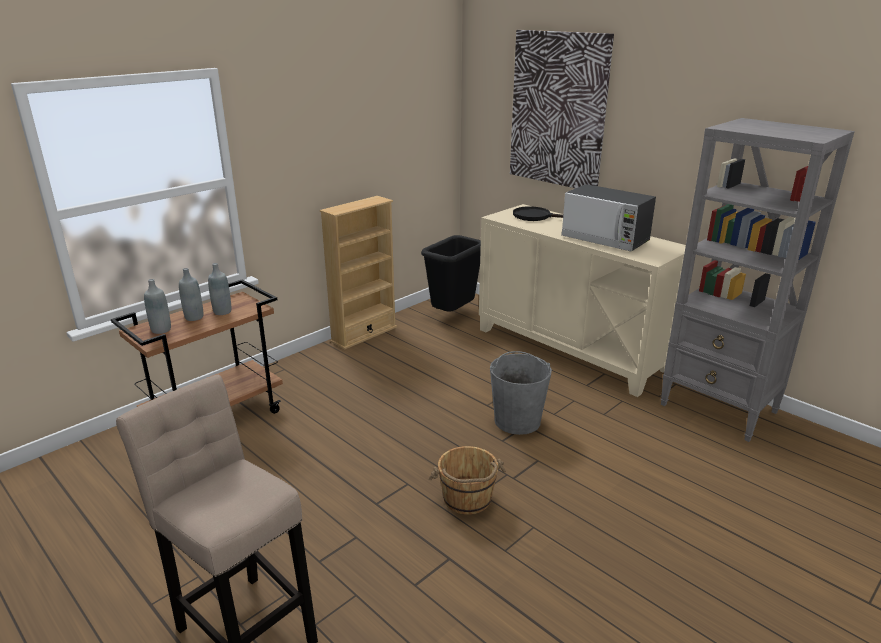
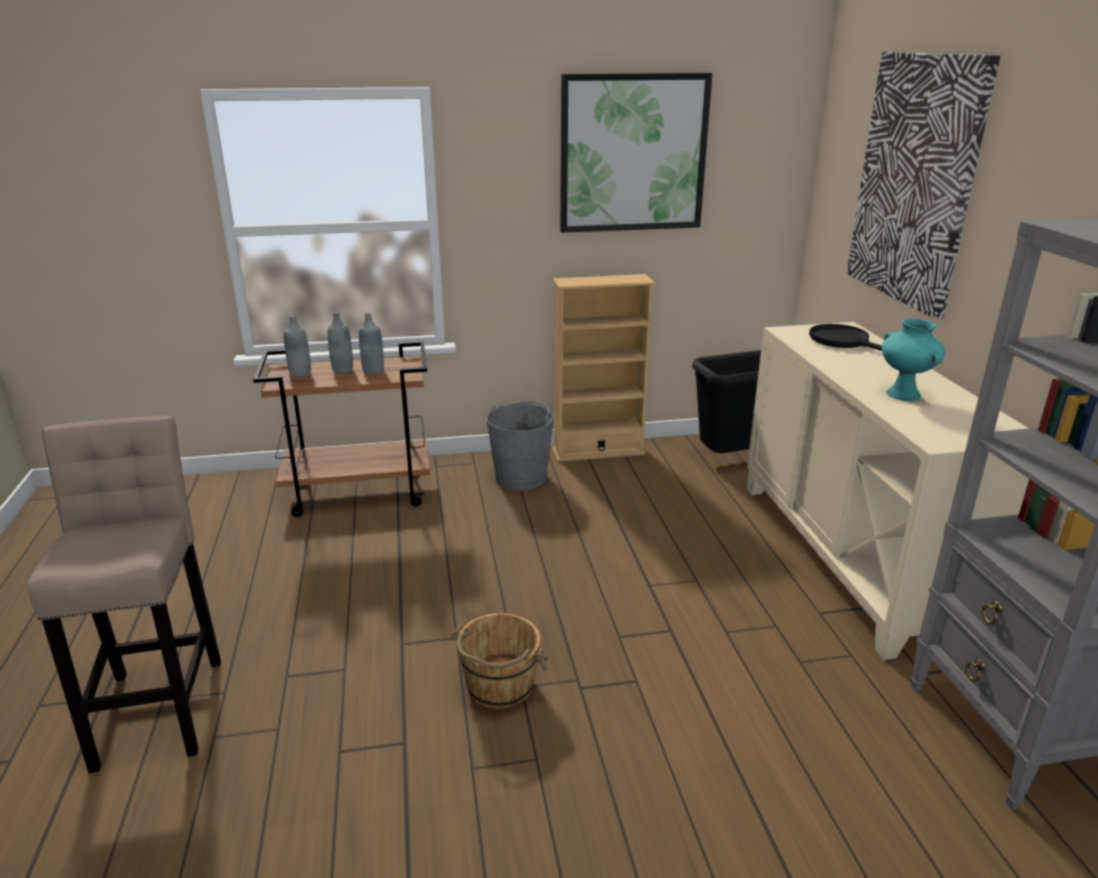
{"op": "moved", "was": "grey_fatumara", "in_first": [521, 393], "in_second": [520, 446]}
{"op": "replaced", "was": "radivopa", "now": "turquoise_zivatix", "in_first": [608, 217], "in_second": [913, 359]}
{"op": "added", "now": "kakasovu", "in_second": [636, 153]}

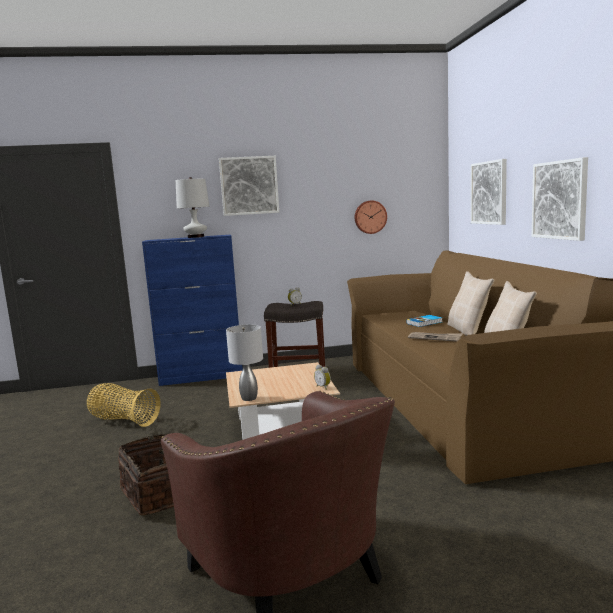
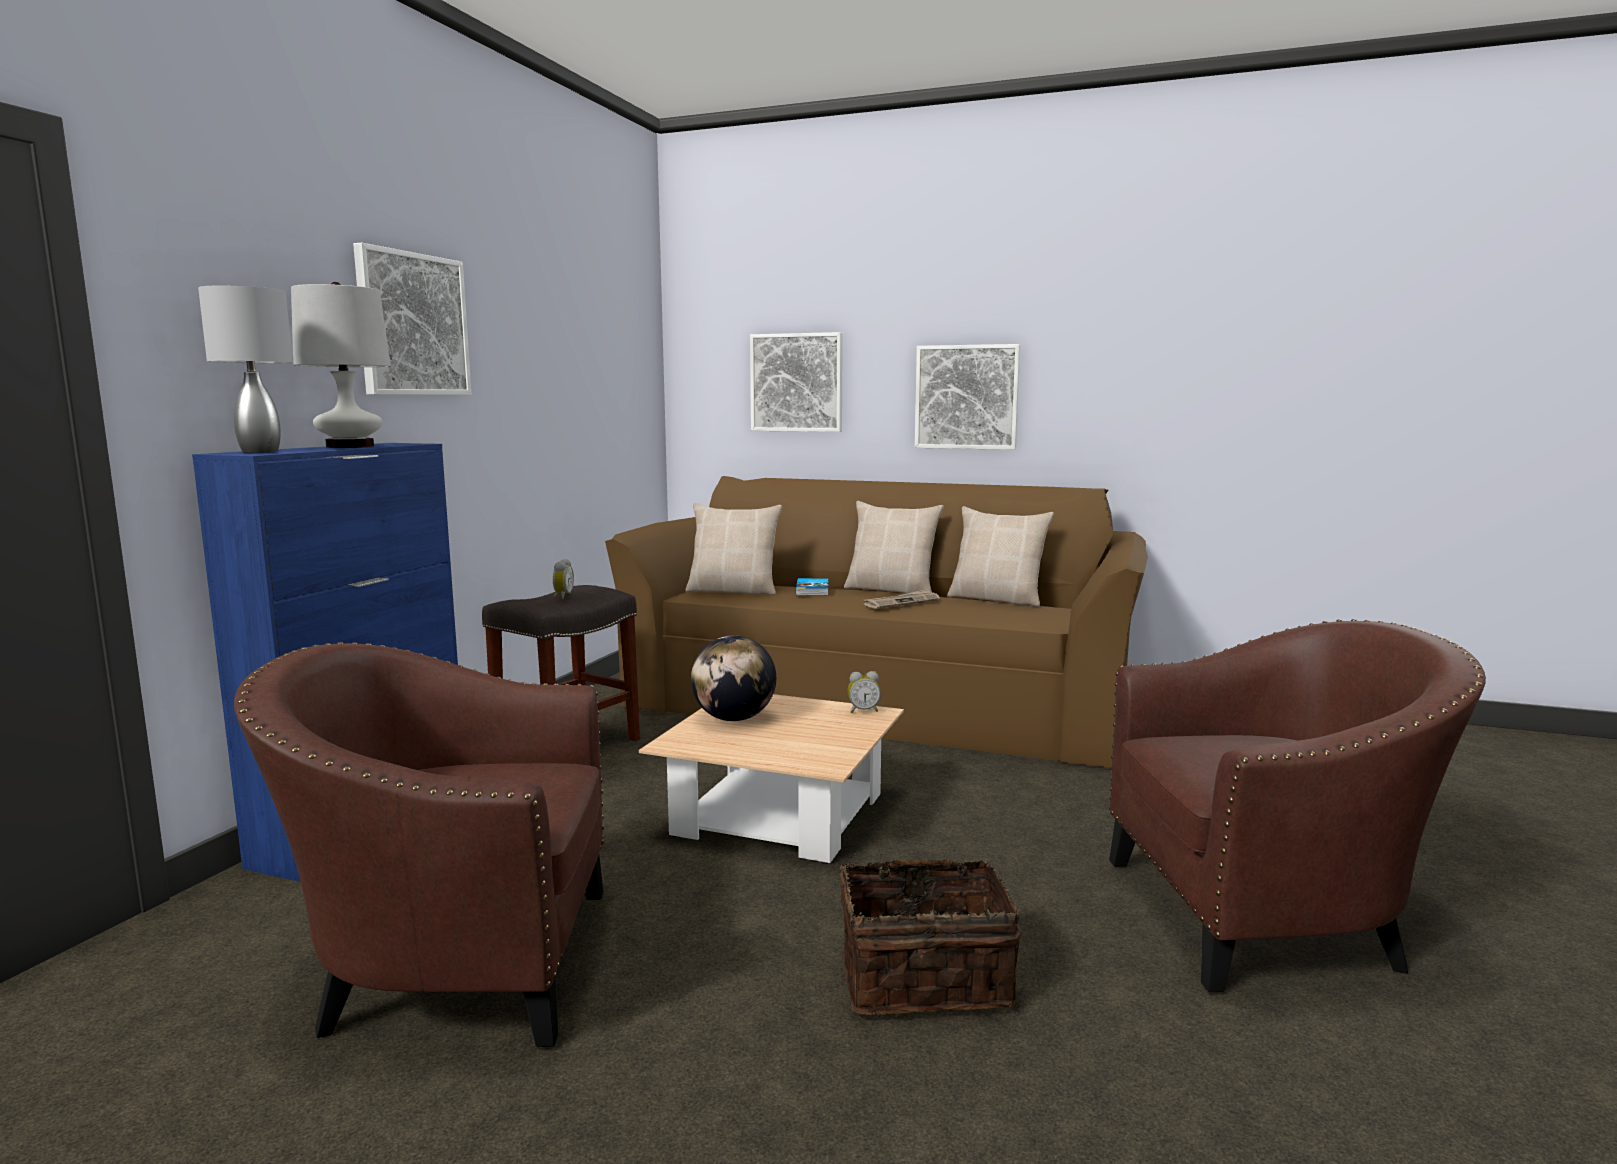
{"op": "replaced", "was": "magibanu", "now": "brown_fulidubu", "in_first": [123, 405], "in_second": [419, 844]}
{"op": "moved", "was": "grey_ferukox", "in_first": [244, 362], "in_second": [245, 369]}
{"op": "removed", "was": "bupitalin", "in_first": [371, 217]}
{"op": "added", "now": "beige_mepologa", "in_second": [733, 549]}
{"op": "added", "now": "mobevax", "in_second": [733, 678]}

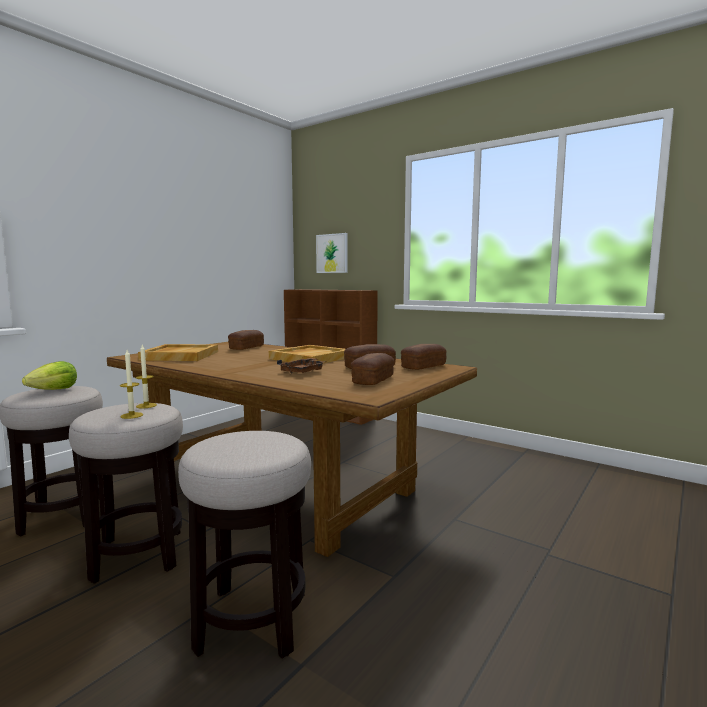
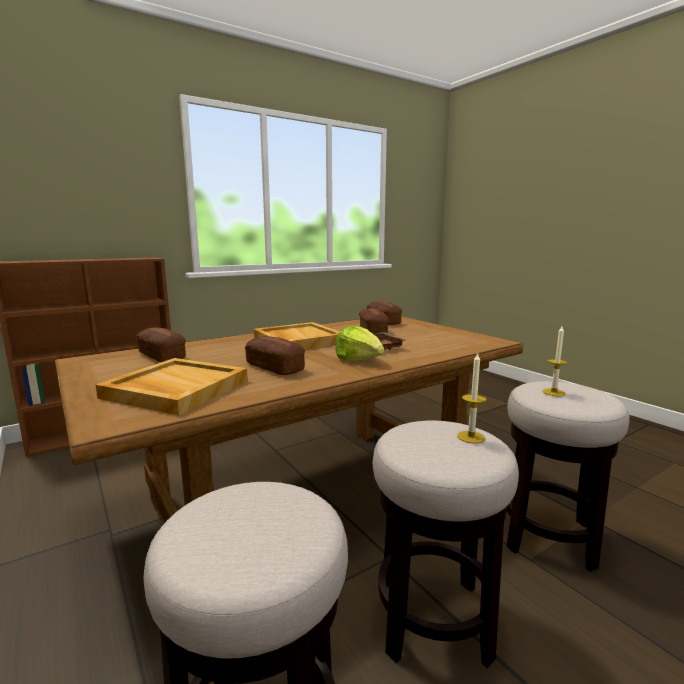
{"op": "moved", "was": "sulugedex", "in_first": [49, 375], "in_second": [359, 344]}
{"op": "moved", "was": "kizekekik", "in_first": [146, 376], "in_second": [555, 361]}
{"op": "removed", "was": "kakasovu", "in_first": [332, 253]}
{"op": "moved", "was": "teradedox", "in_first": [372, 369], "in_second": [275, 355]}

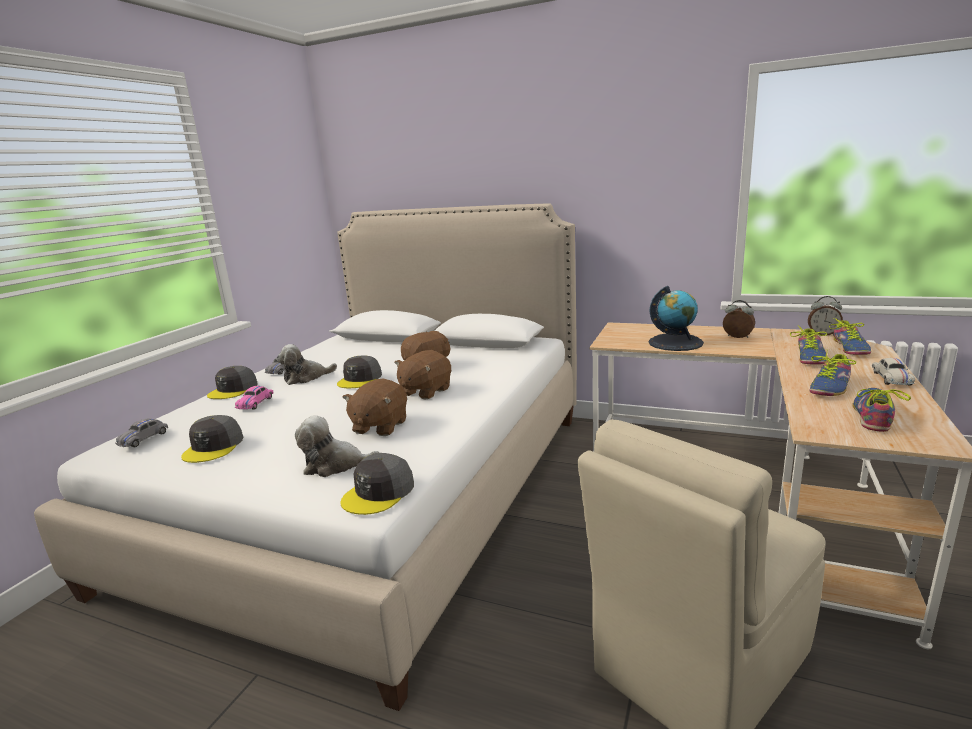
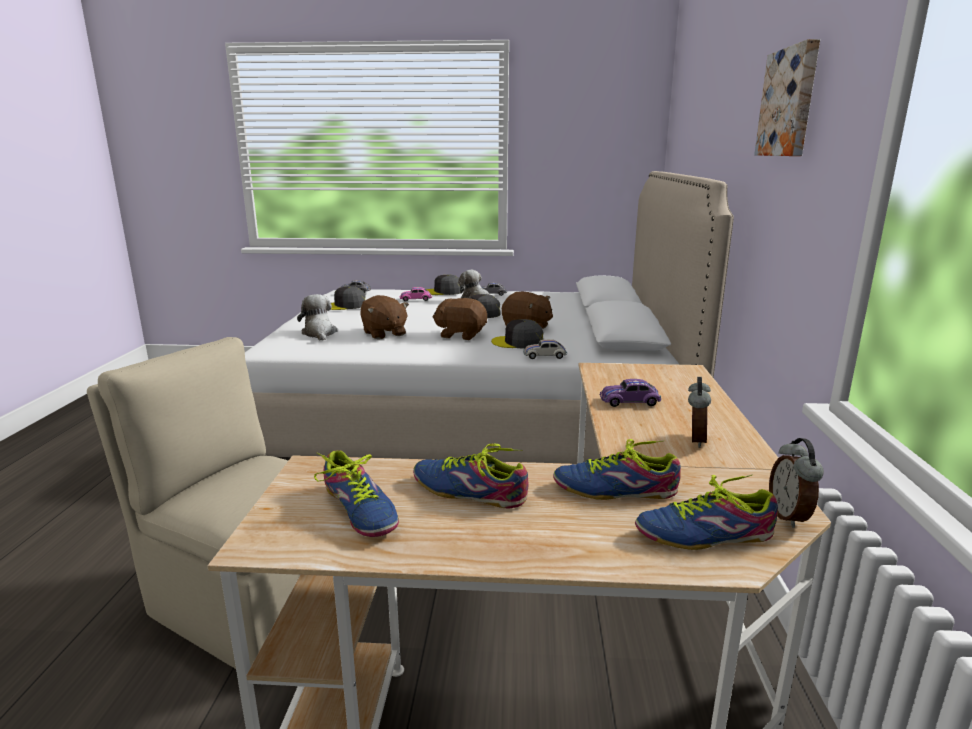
{"op": "moved", "was": "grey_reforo", "in_first": [377, 484], "in_second": [517, 334]}
{"op": "turned", "was": "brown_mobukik", "in_first": [374, 407], "in_second": [384, 317], "clockwise": -120}
{"op": "replaced", "was": "mobevax", "now": "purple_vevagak", "in_first": [676, 318], "in_second": [630, 393]}
{"op": "turned", "was": "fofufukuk", "in_first": [881, 410], "in_second": [356, 493], "clockwise": 45}
{"op": "moved", "was": "white_vevagak", "in_first": [893, 371], "in_second": [545, 349]}
{"op": "added", "now": "kakasovu", "in_second": [787, 97]}

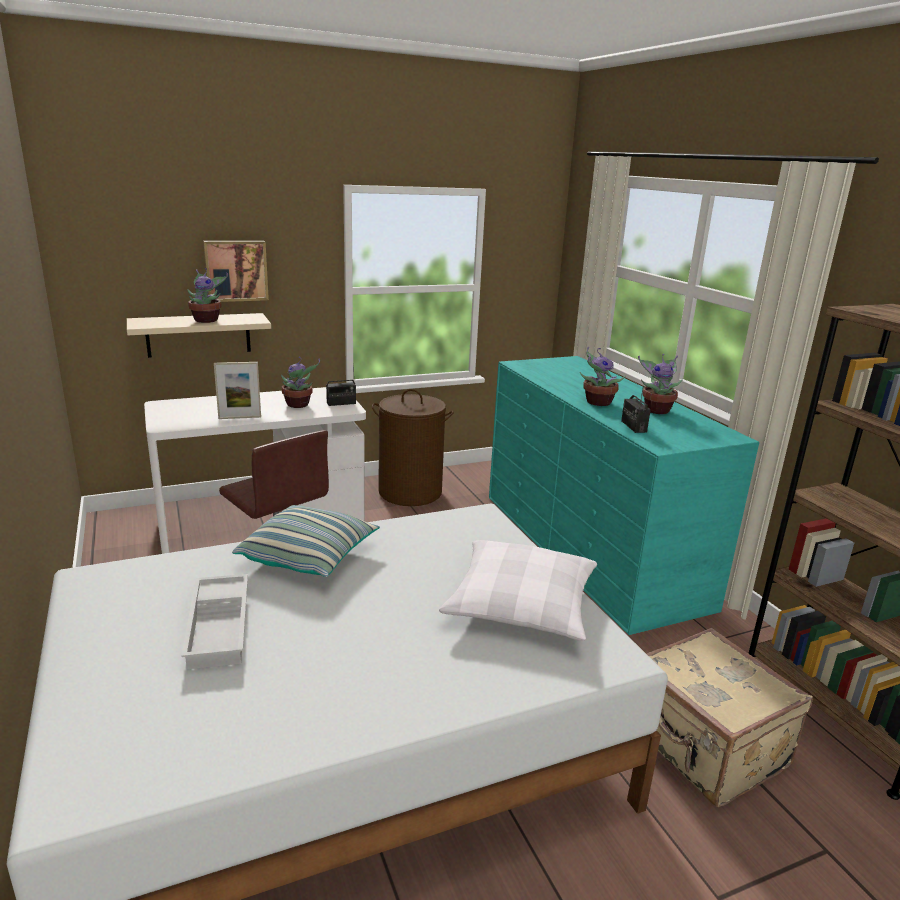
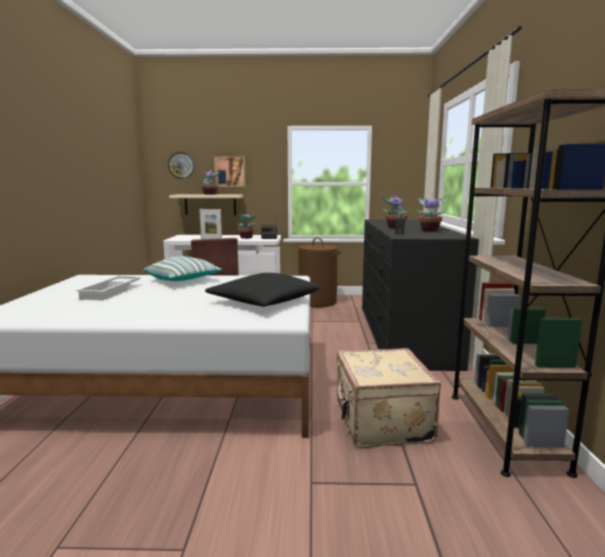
{"op": "recoloured", "was": "white_mepologa", "now": "black_mepologa", "in_first": [518, 590], "in_second": [262, 290]}
{"op": "recoloured", "was": "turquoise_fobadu", "now": "black_fobadu", "in_first": [624, 495], "in_second": [420, 295]}
{"op": "added", "now": "bupitalin", "in_second": [181, 165]}

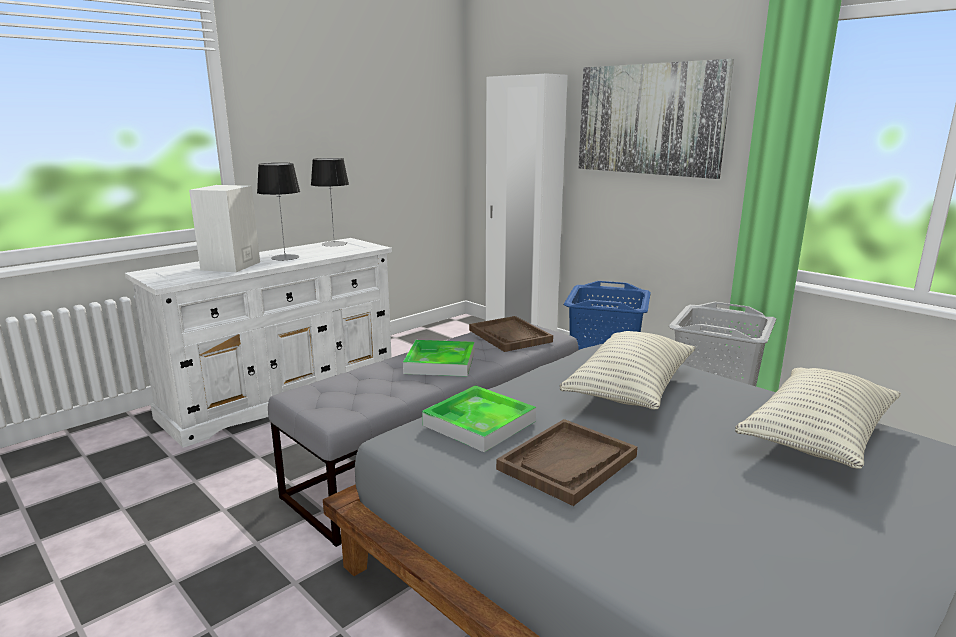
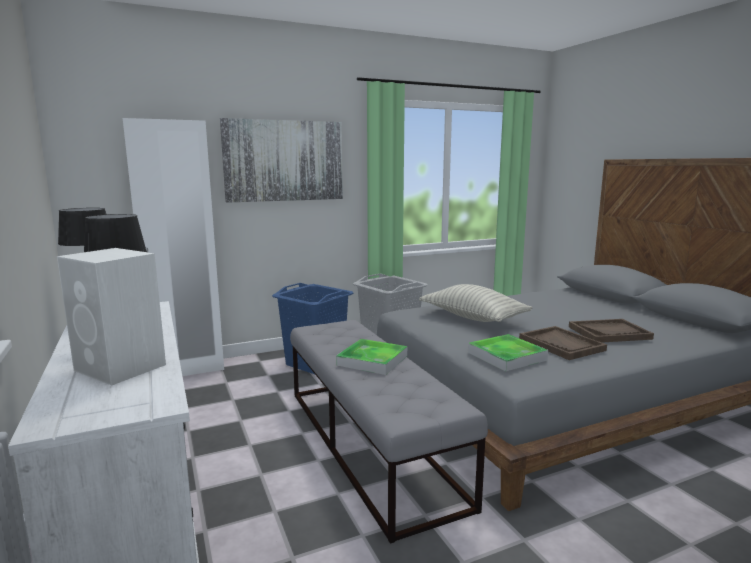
{"op": "moved", "was": "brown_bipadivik", "in_first": [511, 334], "in_second": [611, 331]}
{"op": "removed", "was": "mepologa", "in_first": [818, 418]}

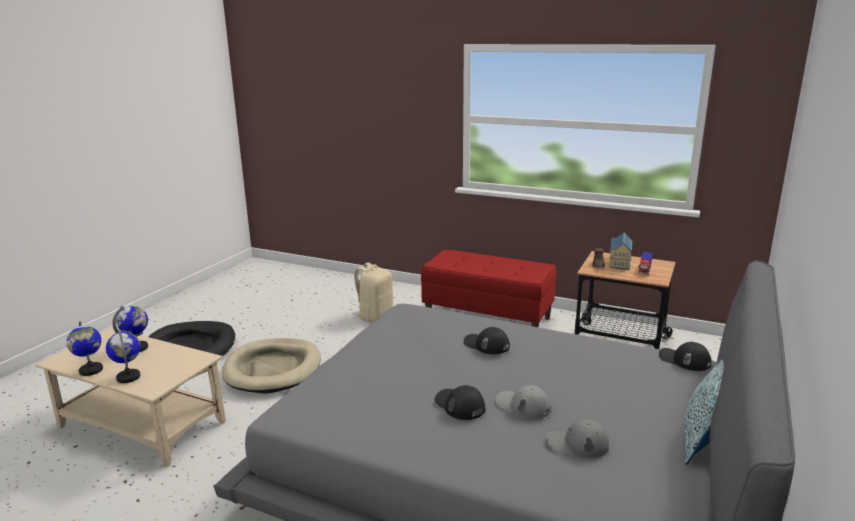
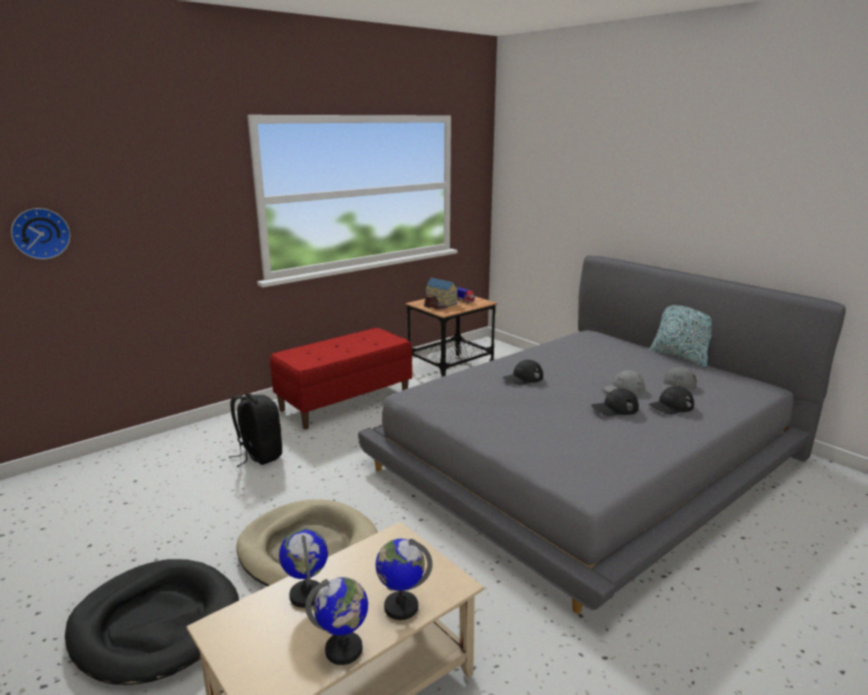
{"op": "recoloured", "was": "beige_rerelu", "now": "black_rerelu", "in_first": [372, 292], "in_second": [255, 430]}
{"op": "moved", "was": "black_reforo", "in_first": [685, 356], "in_second": [671, 400]}
{"op": "added", "now": "bupitalin", "in_second": [40, 233]}

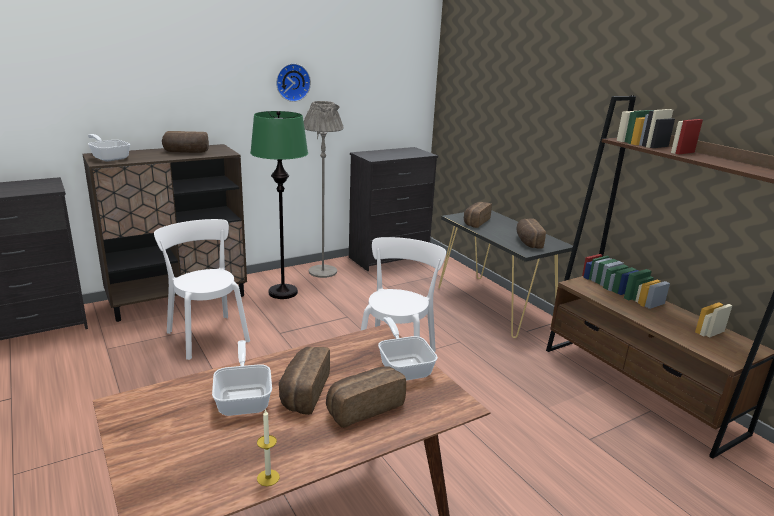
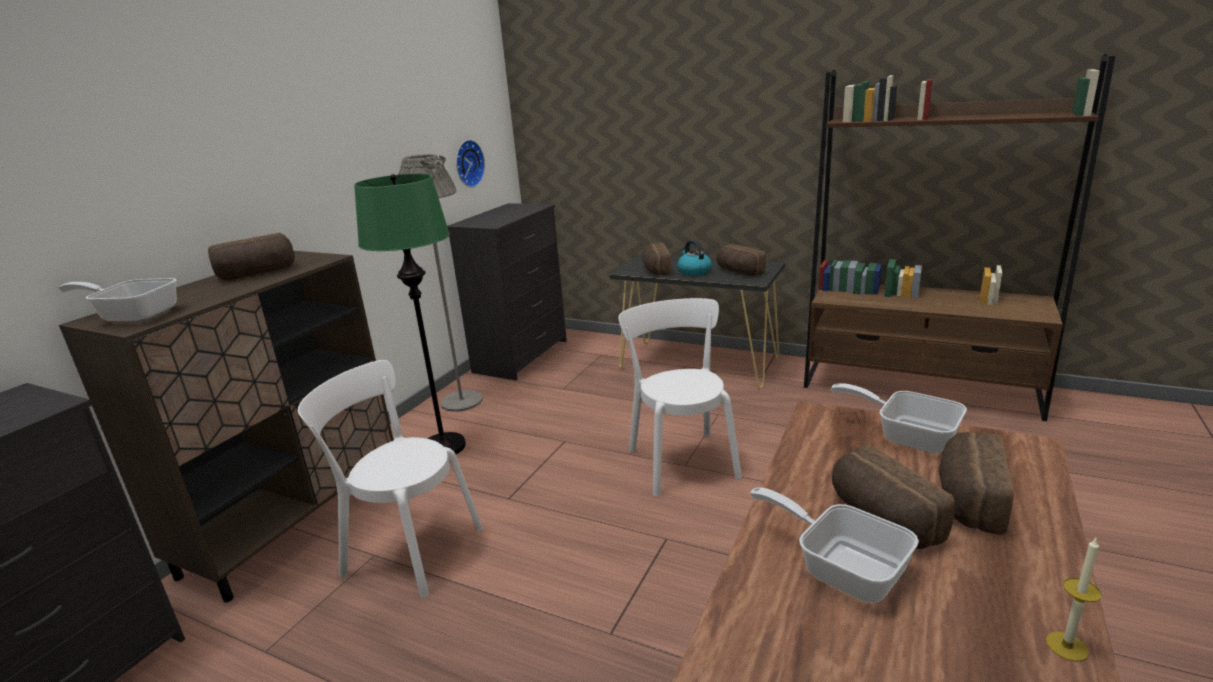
{"op": "moved", "was": "bupitalin", "in_first": [293, 82], "in_second": [470, 164]}
{"op": "added", "now": "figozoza", "in_second": [694, 258]}

